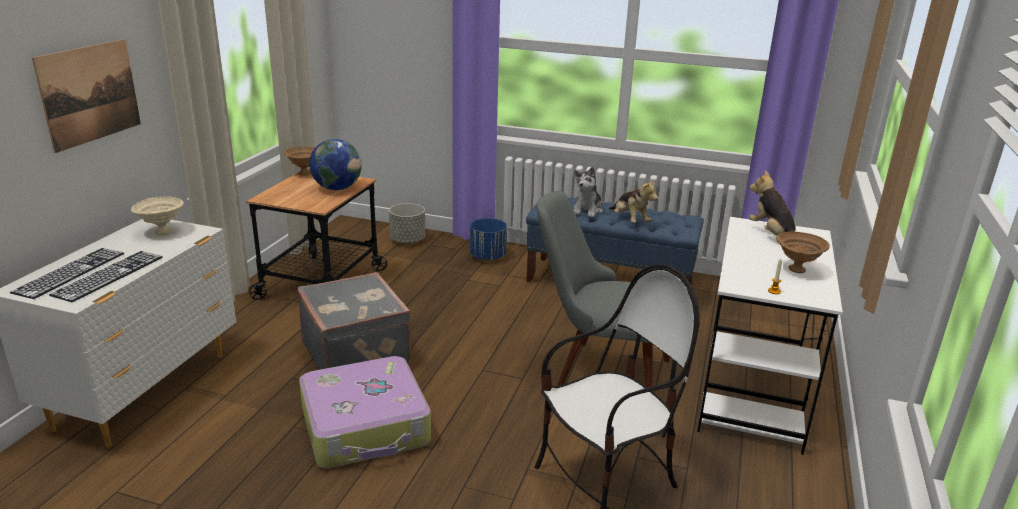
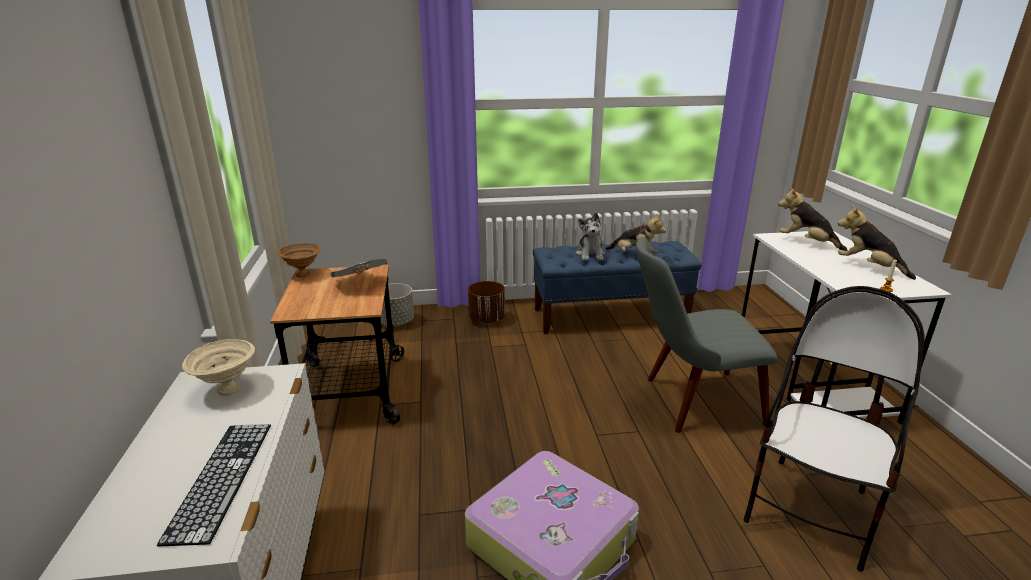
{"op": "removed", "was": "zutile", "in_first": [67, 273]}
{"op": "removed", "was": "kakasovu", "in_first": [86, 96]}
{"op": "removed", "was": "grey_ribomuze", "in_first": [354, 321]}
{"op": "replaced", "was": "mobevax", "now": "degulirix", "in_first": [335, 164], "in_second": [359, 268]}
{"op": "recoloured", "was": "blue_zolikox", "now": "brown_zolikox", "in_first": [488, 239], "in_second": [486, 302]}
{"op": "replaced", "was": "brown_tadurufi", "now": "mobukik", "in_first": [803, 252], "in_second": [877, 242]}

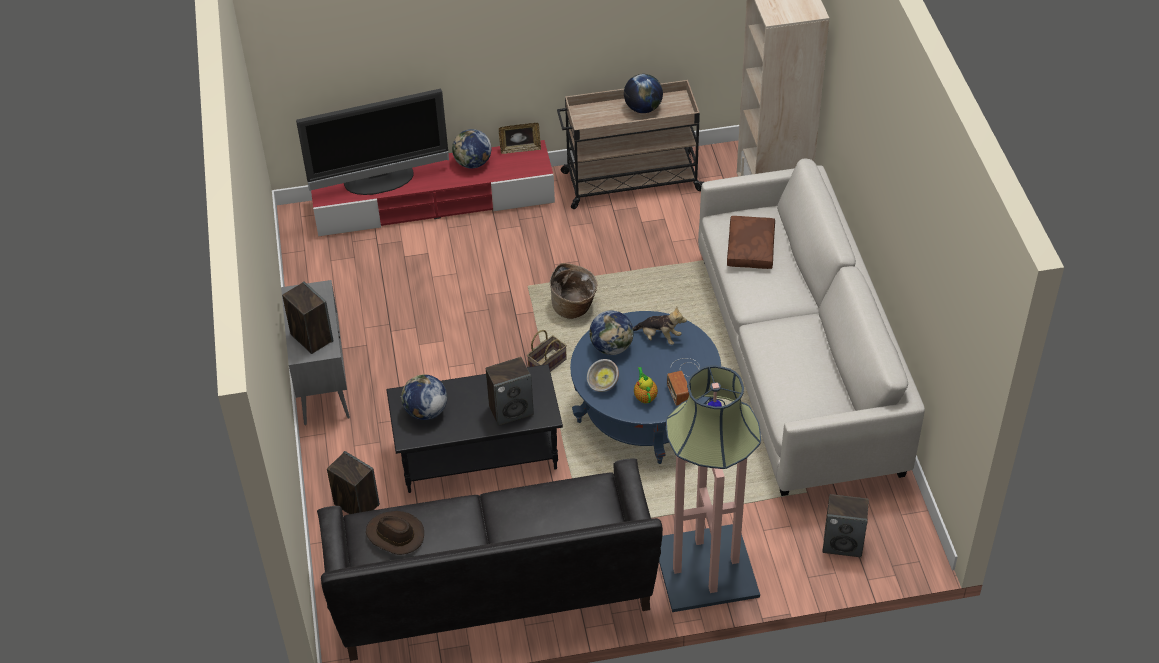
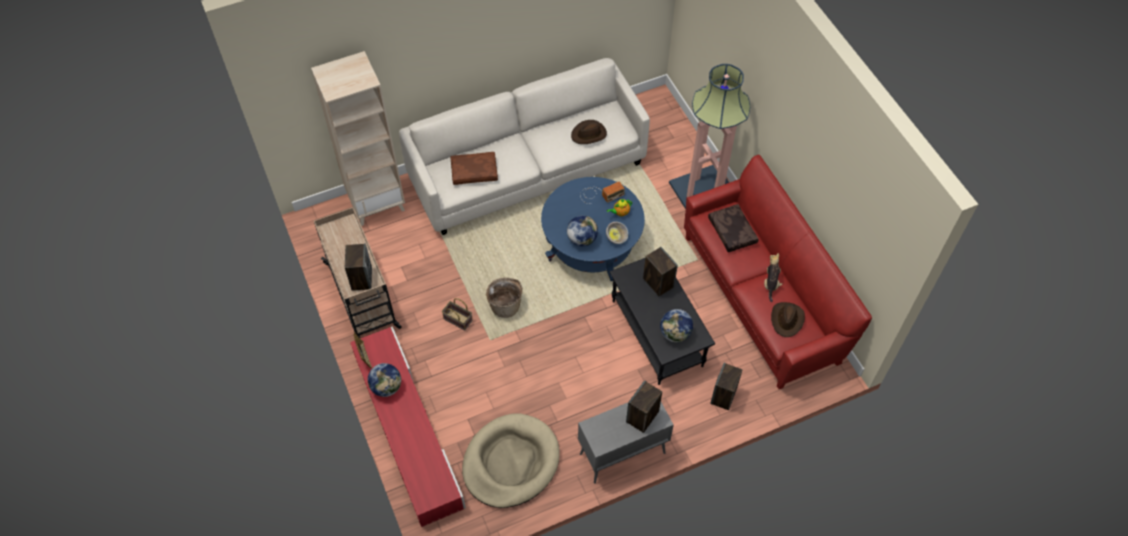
{"op": "removed", "was": "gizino", "in_first": [372, 141]}
{"op": "recoloured", "was": "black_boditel", "now": "red_boditel", "in_first": [490, 560], "in_second": [778, 272]}
{"op": "moved", "was": "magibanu", "in_first": [547, 351], "in_second": [457, 314]}
{"op": "removed", "was": "mobevax", "in_first": [643, 93]}
{"op": "moved", "was": "mobukik", "in_first": [660, 326], "in_second": [773, 277]}
{"op": "moved", "was": "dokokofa", "in_first": [846, 525], "in_second": [358, 267]}
{"op": "added", "now": "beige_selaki", "in_second": [511, 460]}
{"op": "added", "now": "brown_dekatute", "in_second": [589, 132]}
{"op": "added", "now": "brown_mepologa", "in_second": [733, 228]}

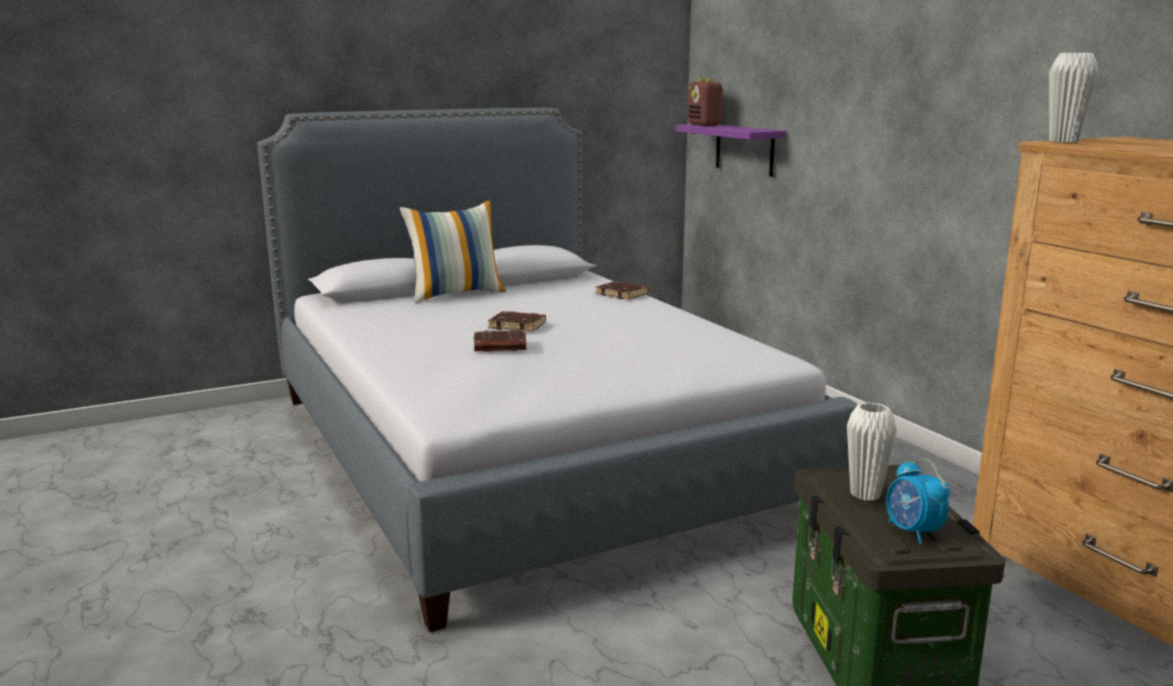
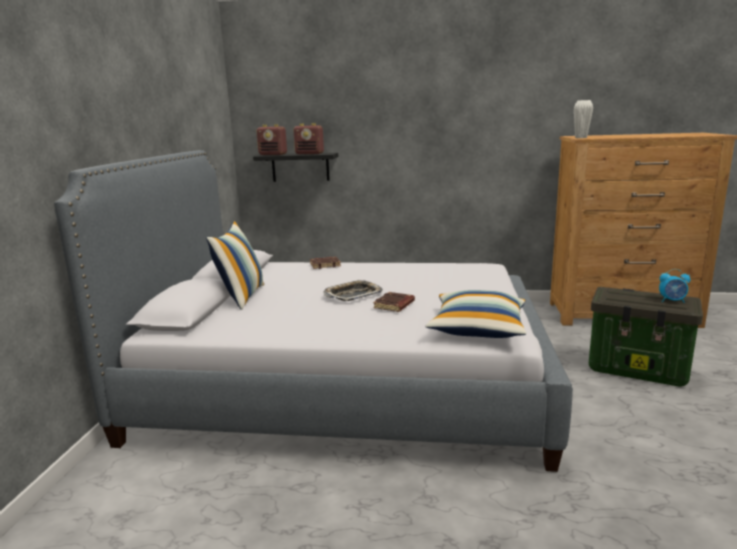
{"op": "replaced", "was": "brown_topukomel", "now": "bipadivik", "in_first": [517, 321], "in_second": [353, 290]}
{"op": "recoloured", "was": "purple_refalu", "now": "black_refalu", "in_first": [731, 150], "in_second": [295, 167]}
{"op": "removed", "was": "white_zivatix", "in_first": [872, 451]}
{"op": "added", "now": "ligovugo", "in_second": [308, 139]}
{"op": "added", "now": "mepologa", "in_second": [475, 314]}

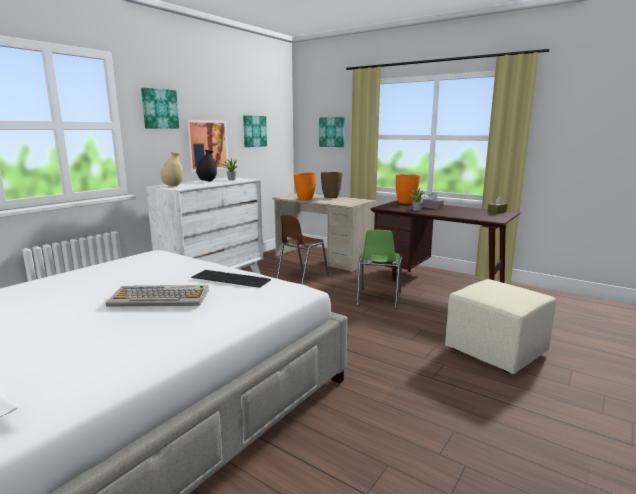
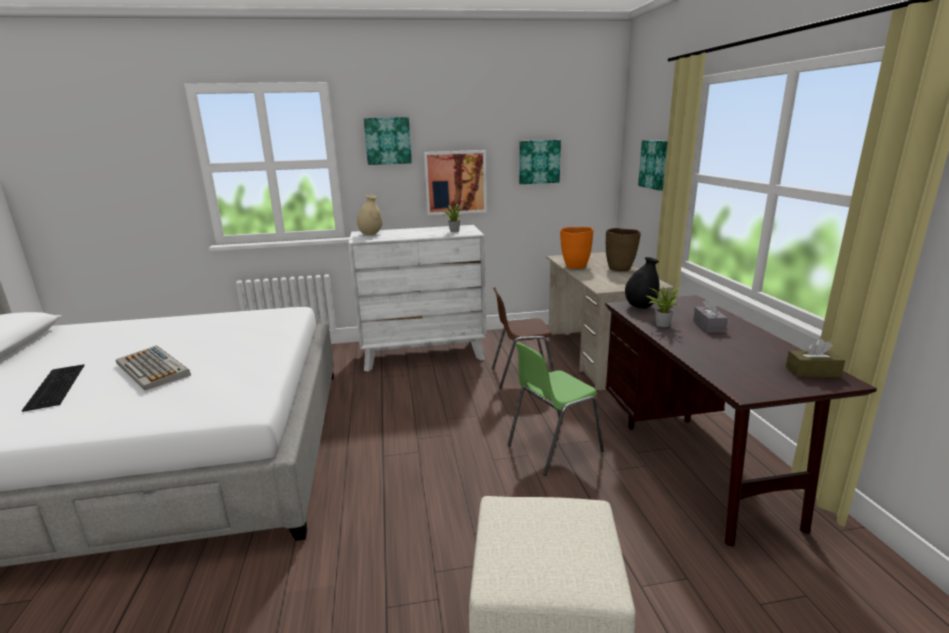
{"op": "moved", "was": "zutile", "in_first": [231, 279], "in_second": [53, 388]}
{"op": "moved", "was": "black_zivatix", "in_first": [206, 166], "in_second": [642, 283]}
{"op": "removed", "was": "orange_zivatix", "in_first": [408, 189]}

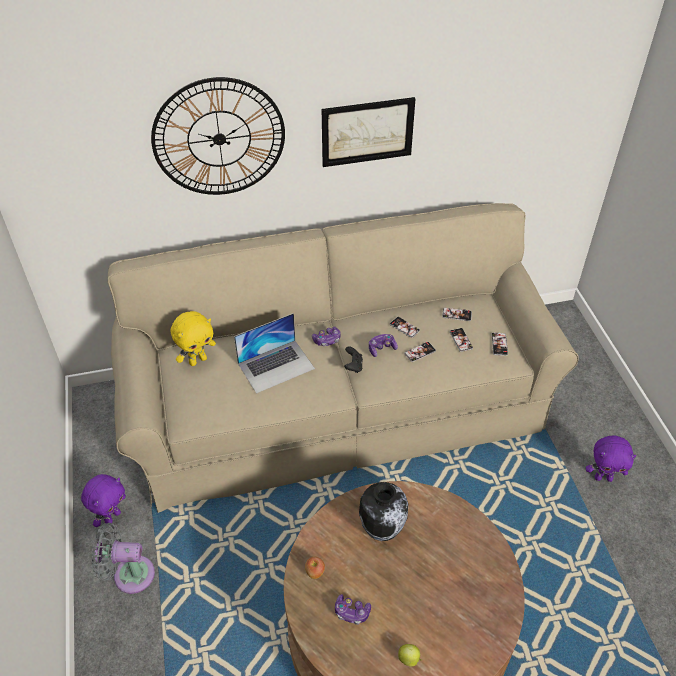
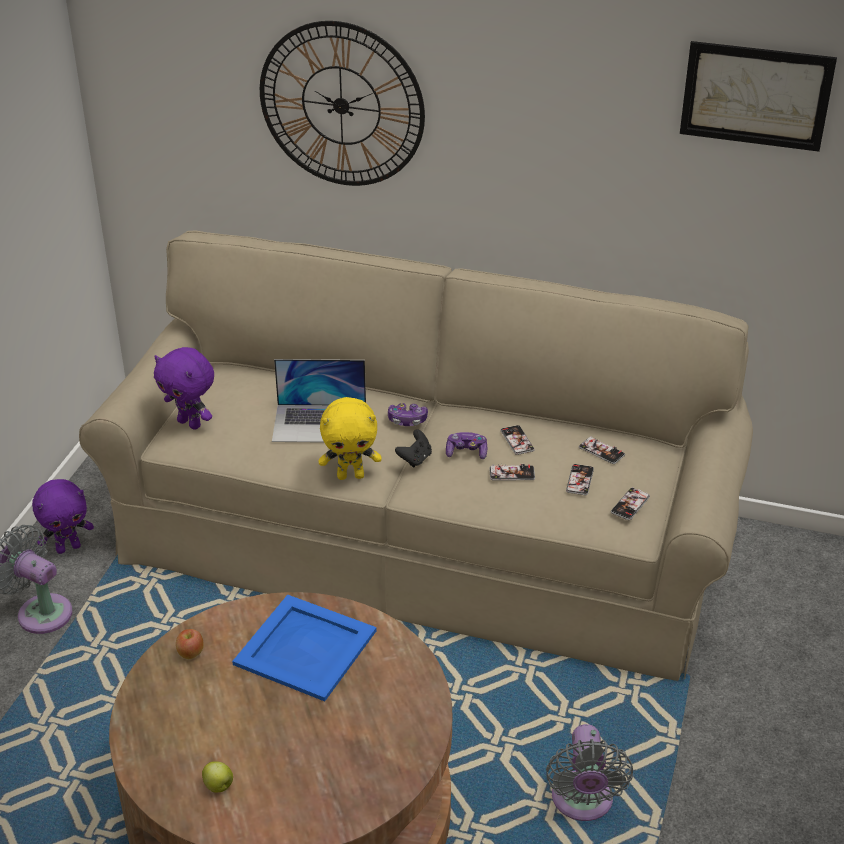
{"op": "moved", "was": "yellow_mobukik", "in_first": [193, 338], "in_second": [350, 438]}
{"op": "moved", "was": "kakasovu", "in_first": [369, 132], "in_second": [758, 96]}
{"op": "removed", "was": "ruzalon", "in_first": [353, 609]}
{"op": "replaced", "was": "zivatix", "now": "blue_bipadivik", "in_first": [383, 511], "in_second": [304, 647]}
{"op": "moved", "was": "purple_mobukik", "in_first": [611, 458], "in_second": [184, 388]}
{"op": "added", "now": "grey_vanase", "in_second": [589, 772]}

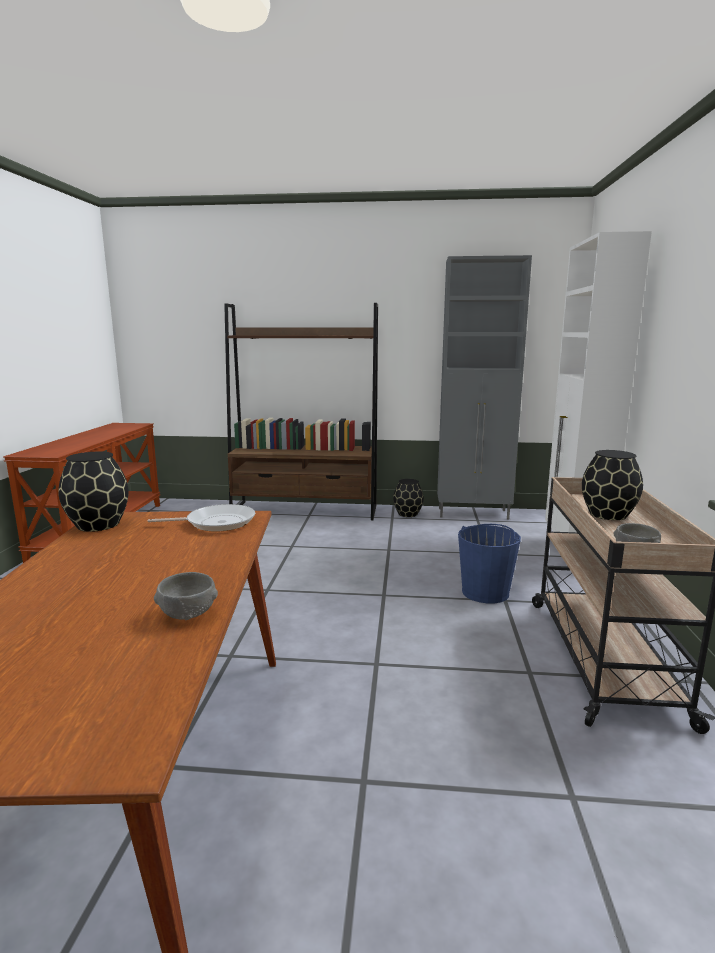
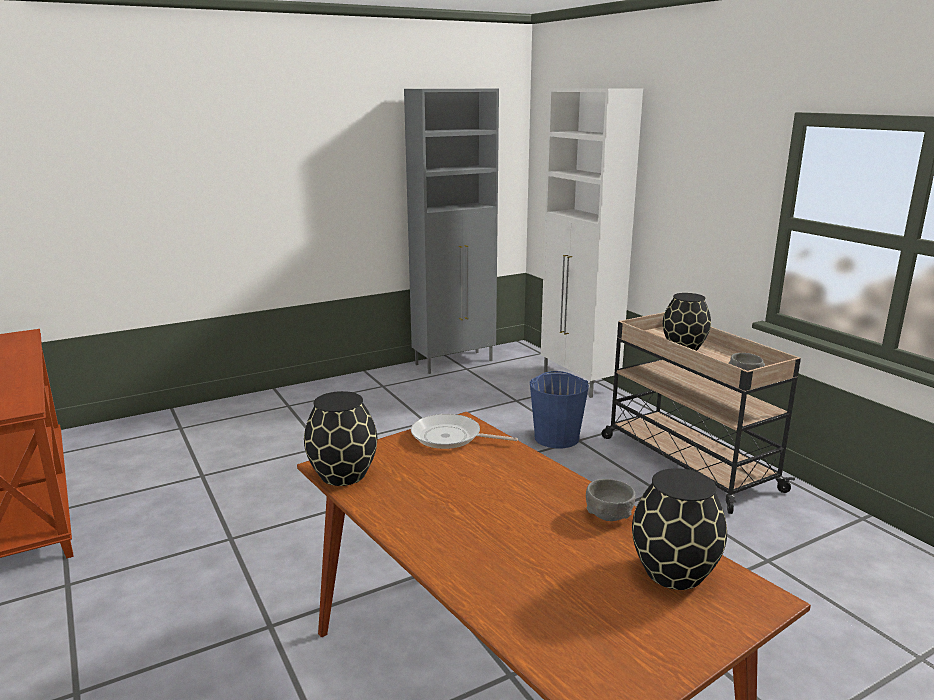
{"op": "turned", "was": "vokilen", "in_first": [201, 518], "in_second": [464, 431], "clockwise": -120}
{"op": "removed", "was": "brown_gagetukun", "in_first": [301, 411]}
{"op": "moved", "was": "black_zivatix", "in_first": [408, 498], "in_second": [679, 529]}

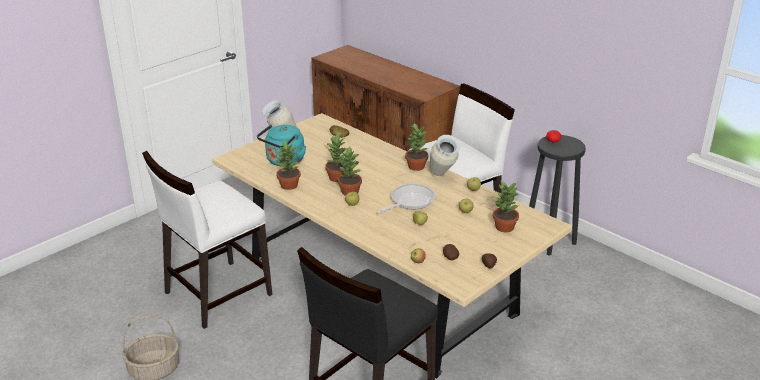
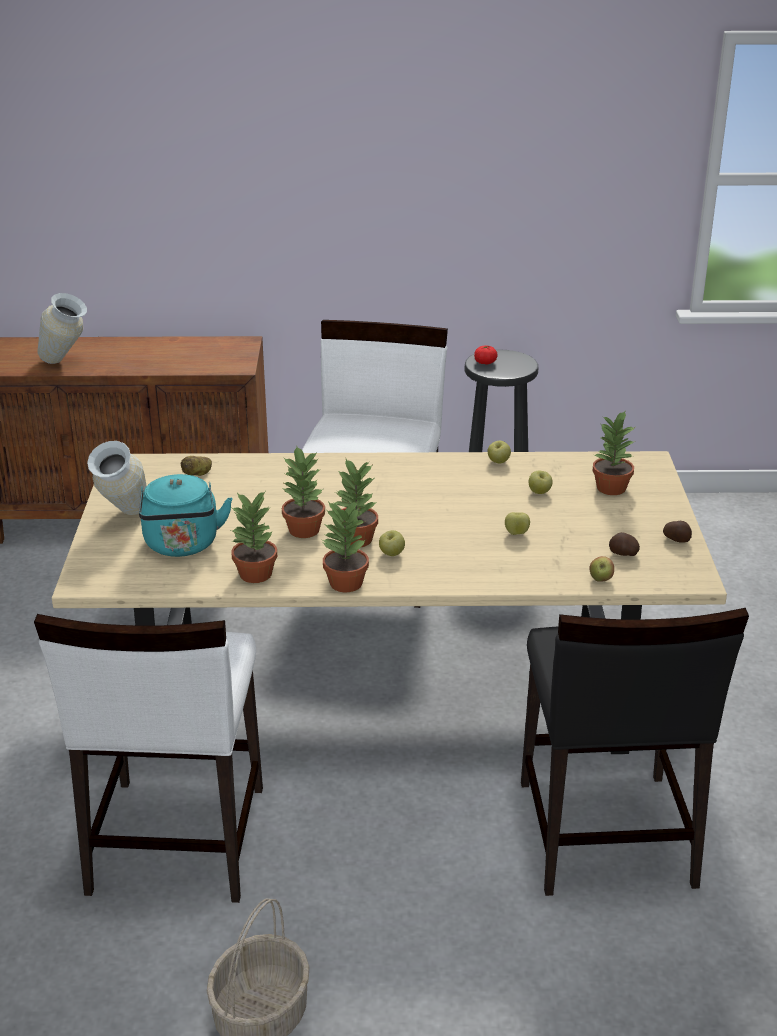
{"op": "removed", "was": "vokilen", "in_first": [406, 199]}
{"op": "moved", "was": "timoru", "in_first": [416, 147], "in_second": [345, 547]}
{"op": "moved", "was": "zivatix", "in_first": [444, 155], "in_second": [62, 328]}

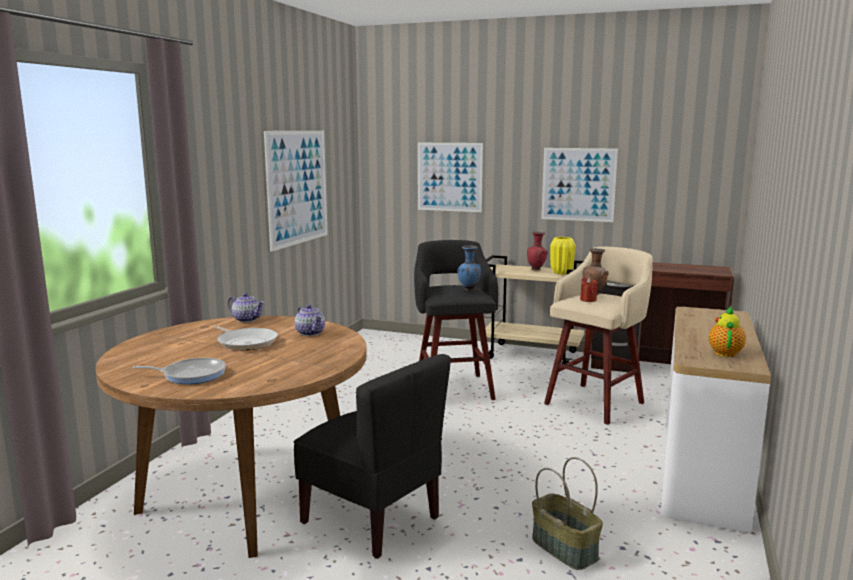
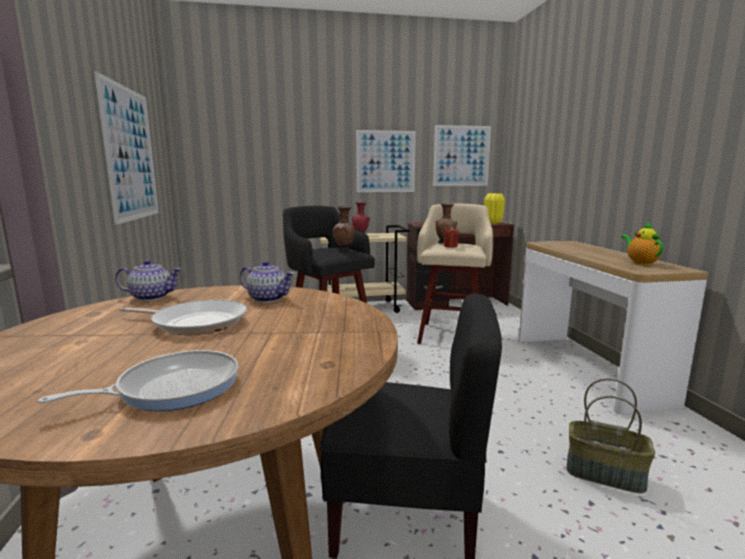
{"op": "moved", "was": "kakasovu", "in_first": [450, 177], "in_second": [462, 155]}
{"op": "recoloured", "was": "blue_zivatix", "now": "brown_zivatix", "in_first": [469, 268], "in_second": [344, 228]}
{"op": "moved", "was": "yellow_zivatix", "in_first": [563, 256], "in_second": [494, 208]}

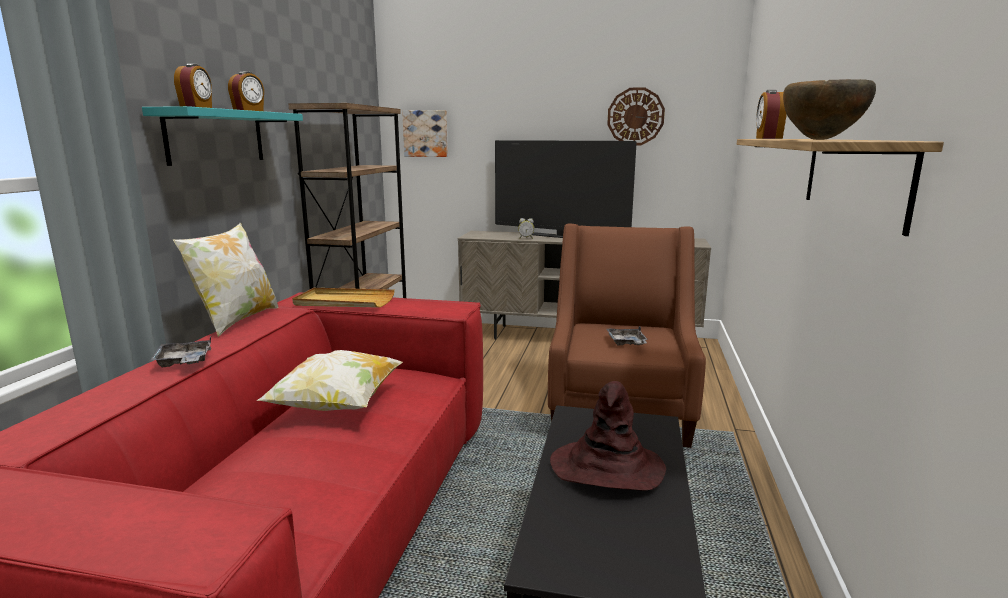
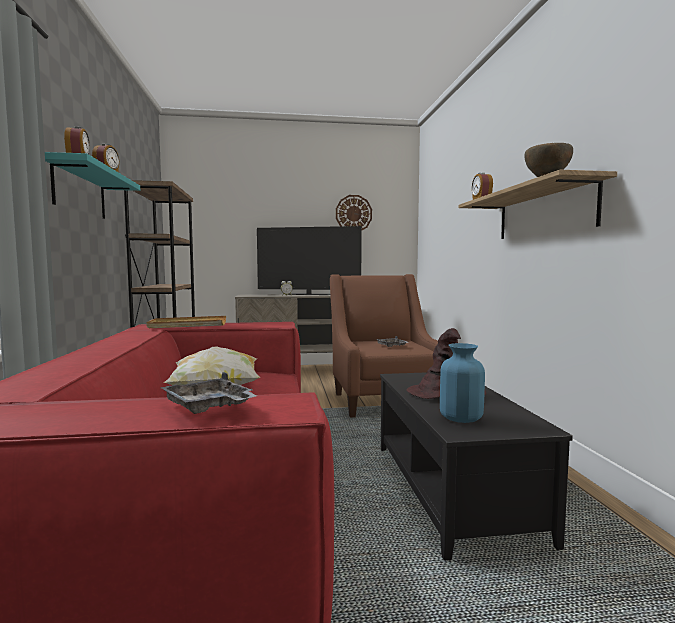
{"op": "moved", "was": "grey_bipadivik", "in_first": [180, 352], "in_second": [208, 393]}
{"op": "removed", "was": "mepologa", "in_first": [226, 280]}
{"op": "removed", "was": "kakasovu", "in_first": [425, 133]}
{"op": "added", "now": "blue_zivatix", "in_second": [462, 383]}

